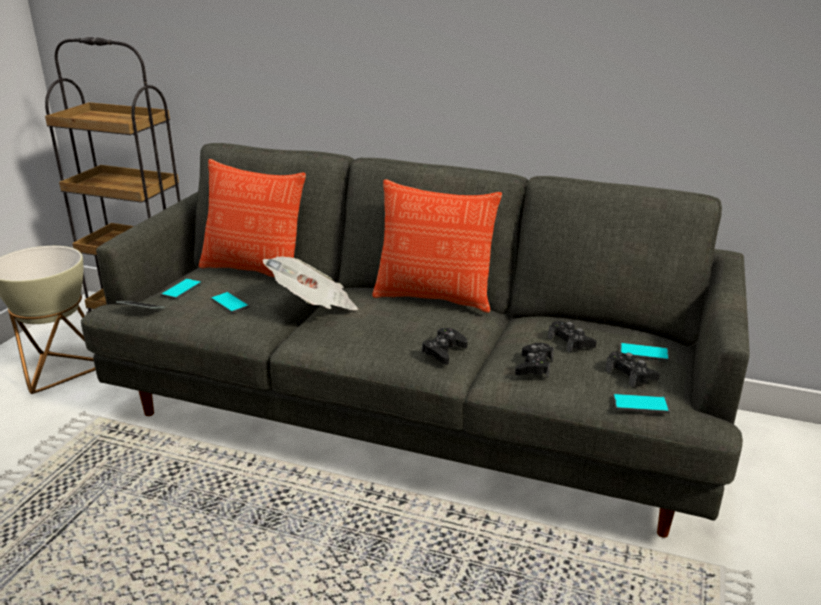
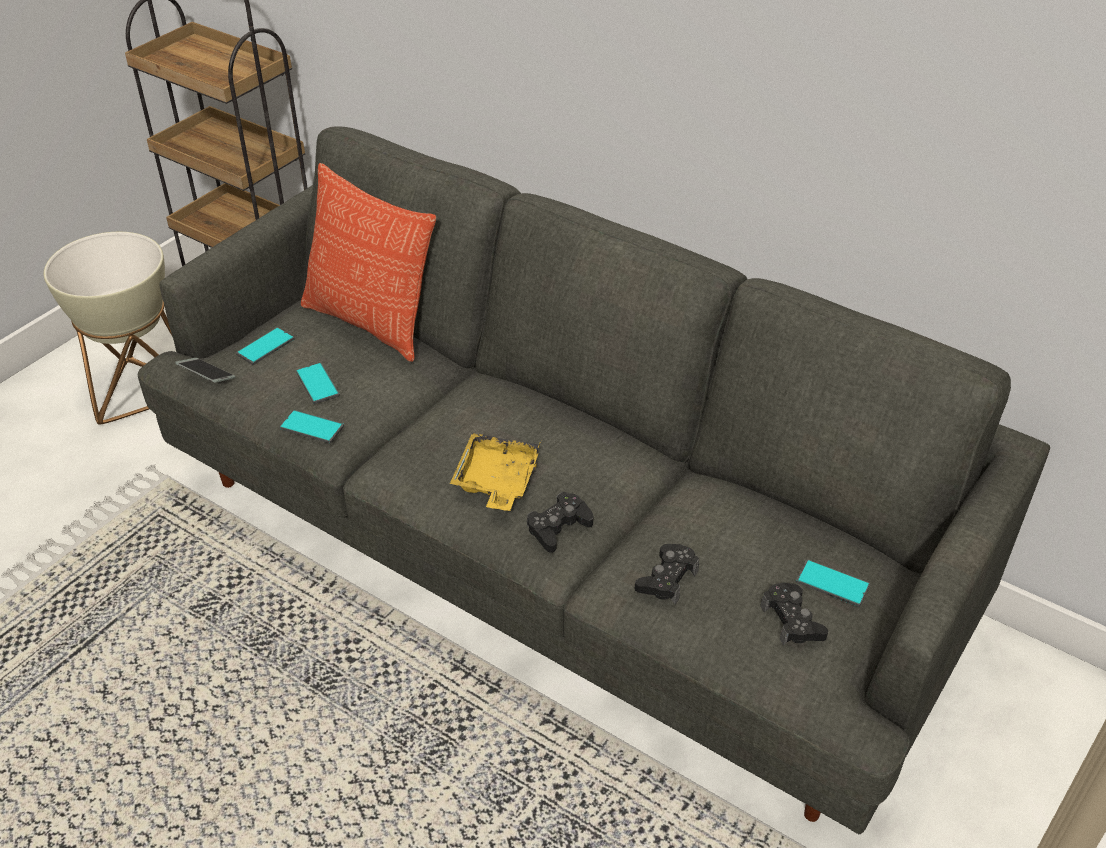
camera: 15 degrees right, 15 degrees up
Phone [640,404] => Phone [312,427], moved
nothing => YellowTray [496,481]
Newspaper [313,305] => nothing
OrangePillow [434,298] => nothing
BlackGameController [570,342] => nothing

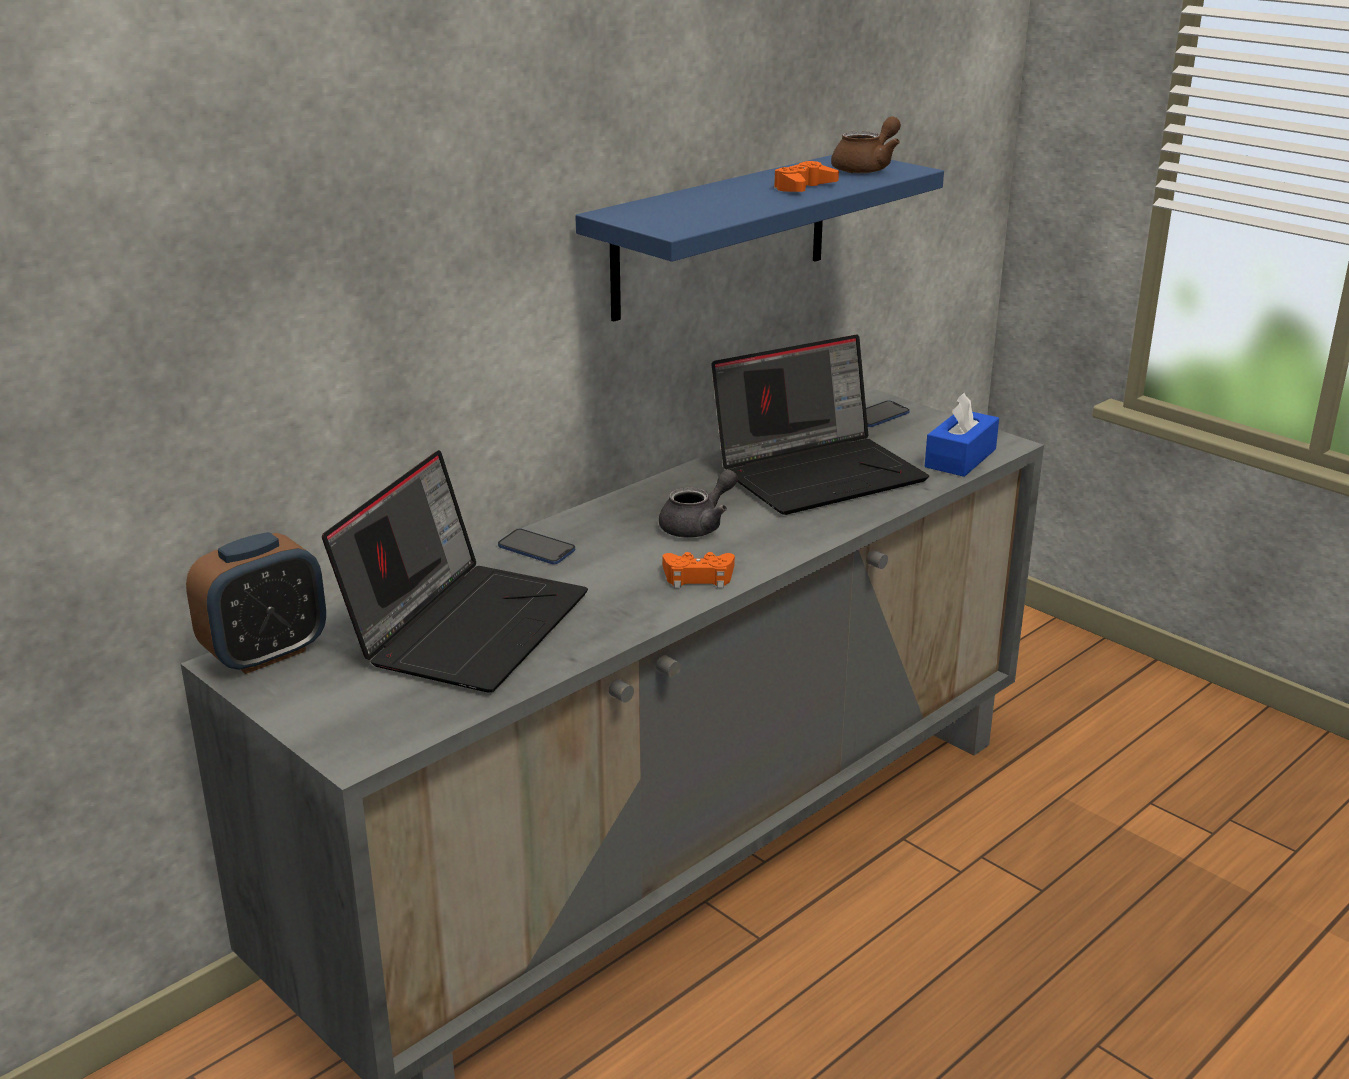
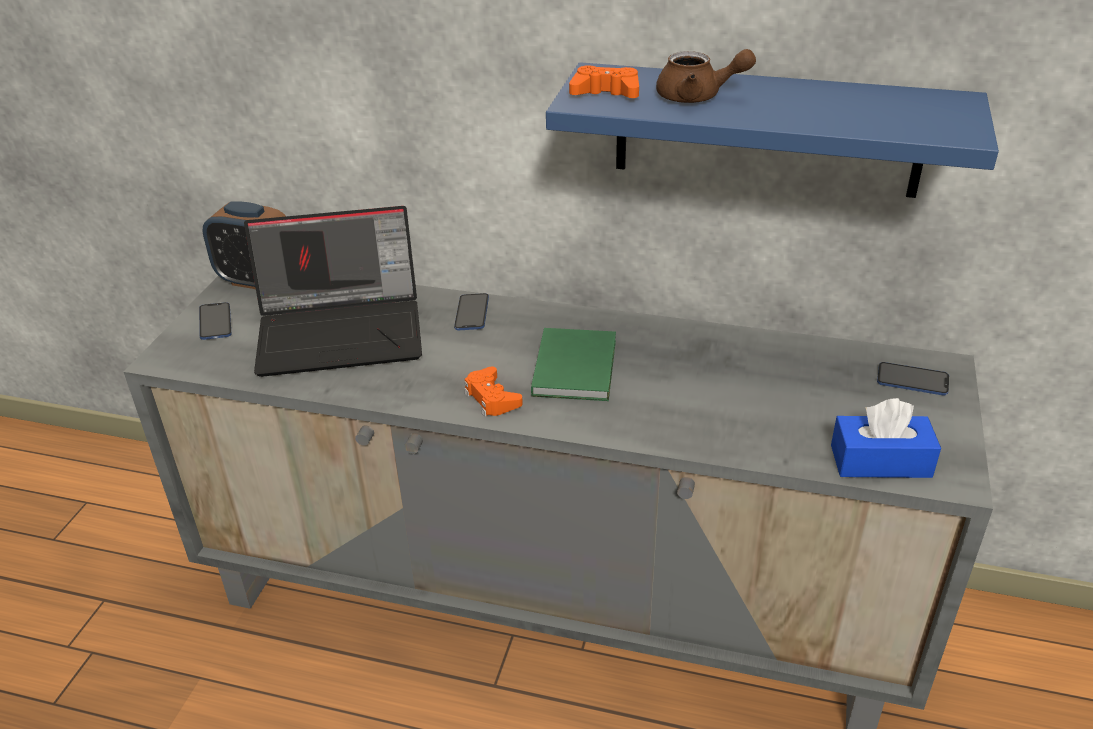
camera: 60 degrees right, 10 degrees up
nothing => Phone [215,322]
GreyTeapot [698,526] => GreenBook [577,366]
OrangeGameController [803,187] => OrangeGameController [606,92], moved
BrownTeapot [866,168] => BrownTeapot [697,97], moved
Laptop [819,472] => nothing

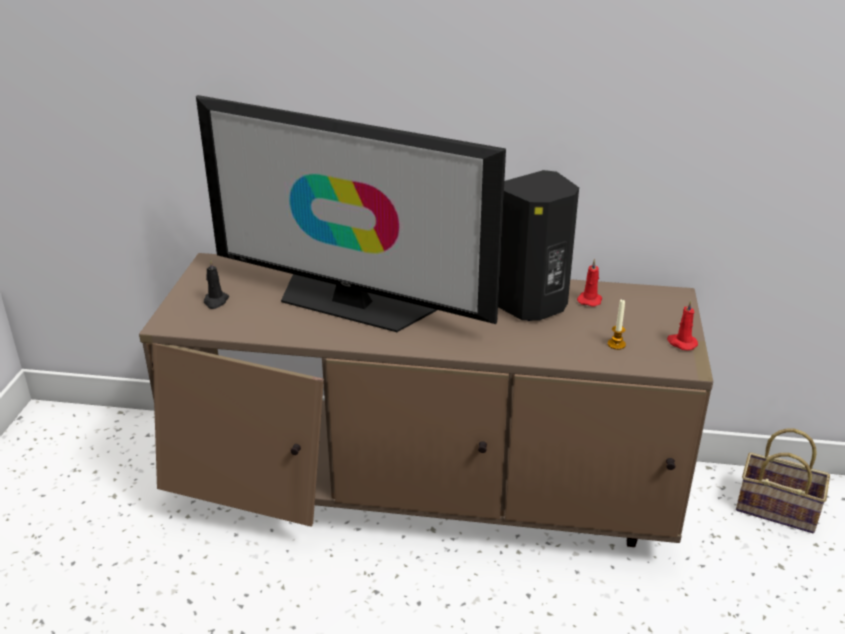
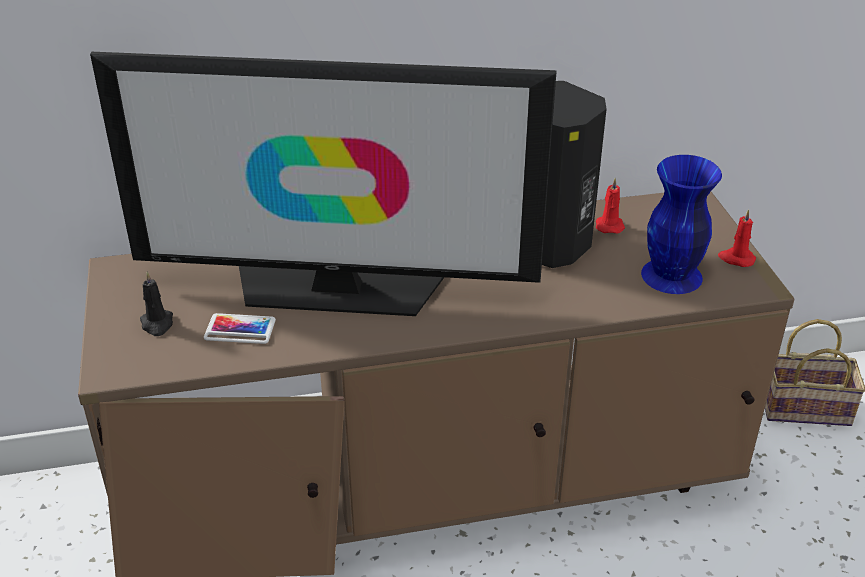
camera: 20 degrees left, 5 degrees up
nothing => Phone [240,329]
Candle [616,344] => BlueVase [670,276]

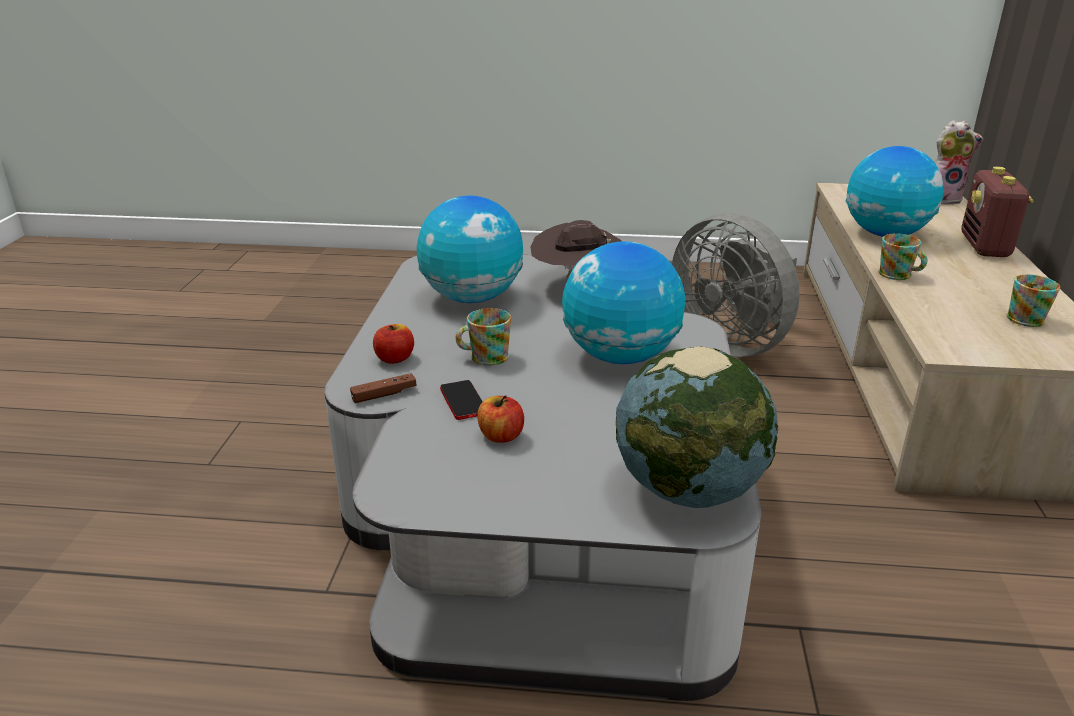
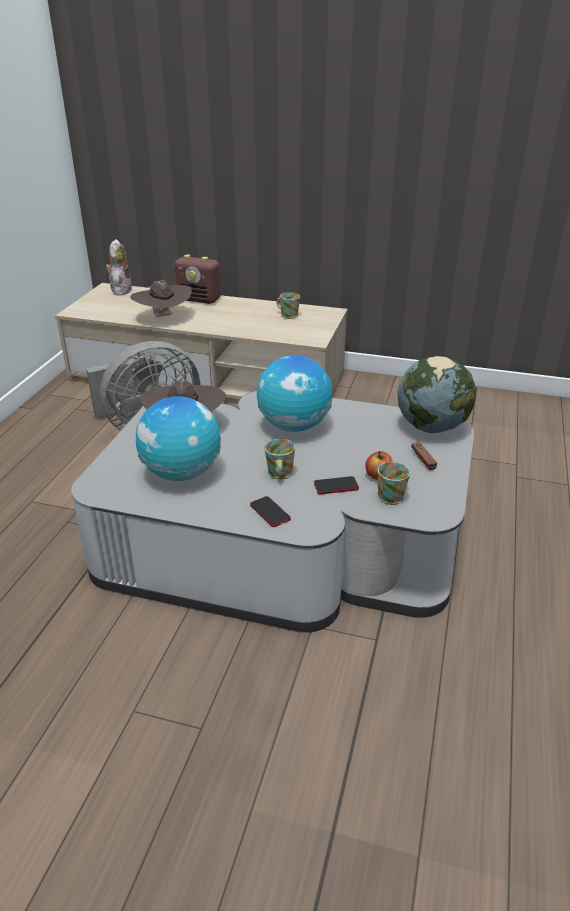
camera: 80 degrees left, 5 degrees up
Globe [885,234] => BrownHat [163,318]
Apple [394,358] => Phone [270,512]
Mug [899,275] => Mug [393,495], moved
BrownGameController [384,394] => BrownGameController [423,459], moved

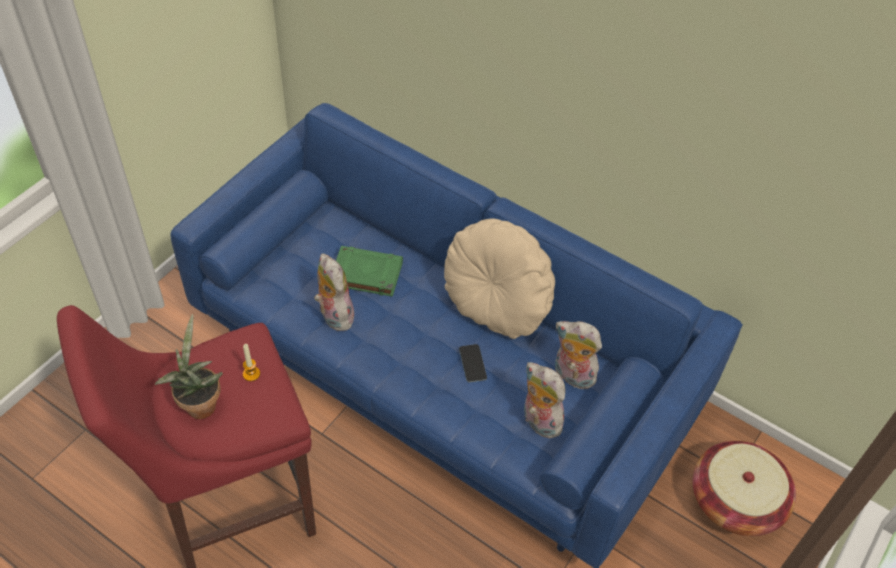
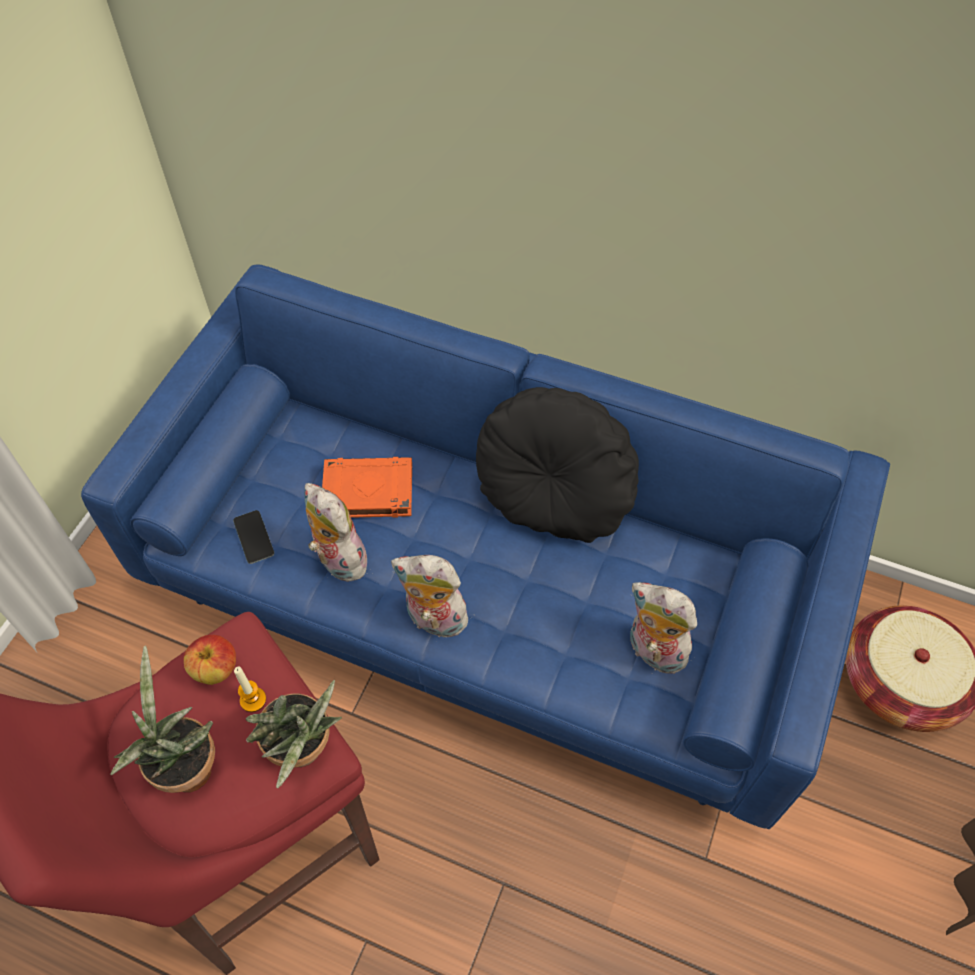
camera: 10 degrees left, 5 degrees up
nothing => Apple [216,669]
Phone [472,363] => Phone [253,537], moved
nothing => PottedPlant [304,753]
GreenBook [366,274] => OrangeBook [367,491]
PlushToy [571,376] => PlushToy [433,620], moved
BeigePillow [495,311] => BlackPillow [552,507]

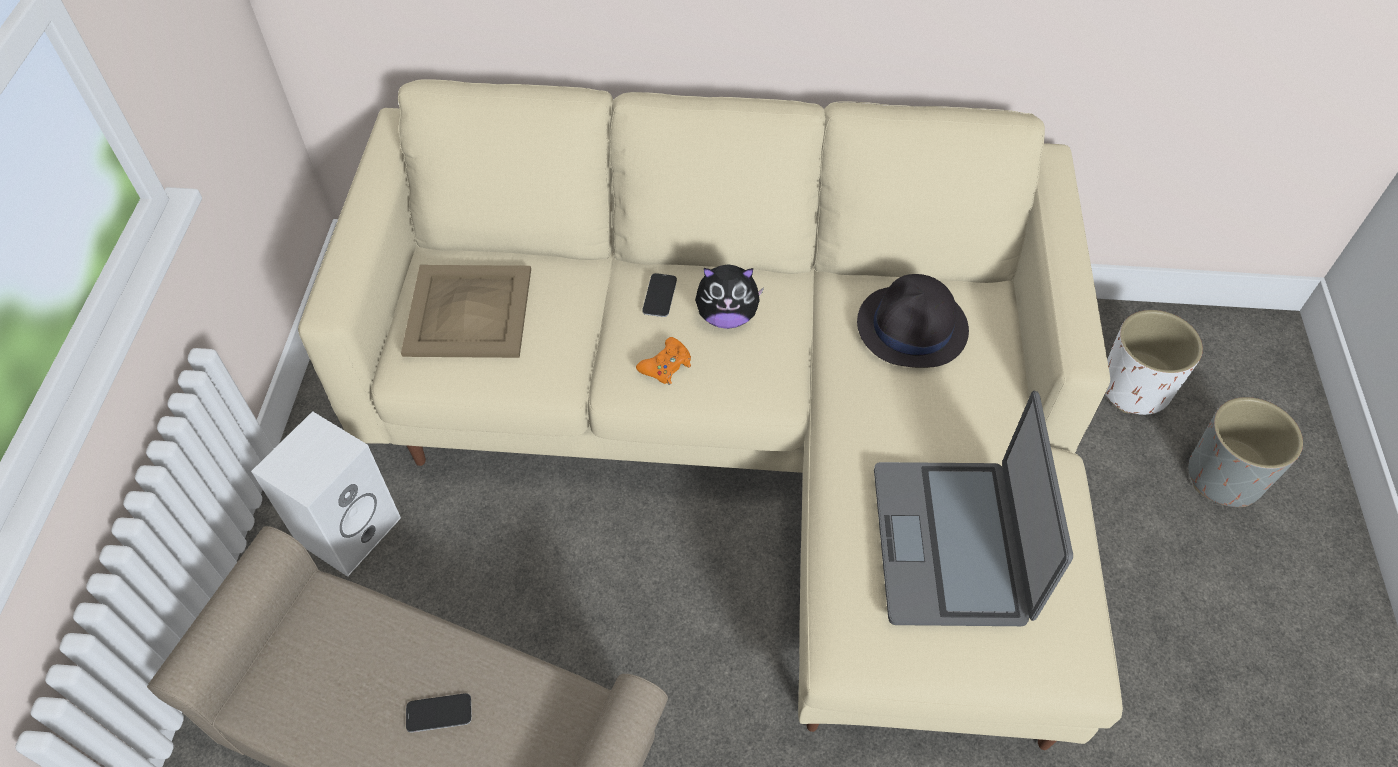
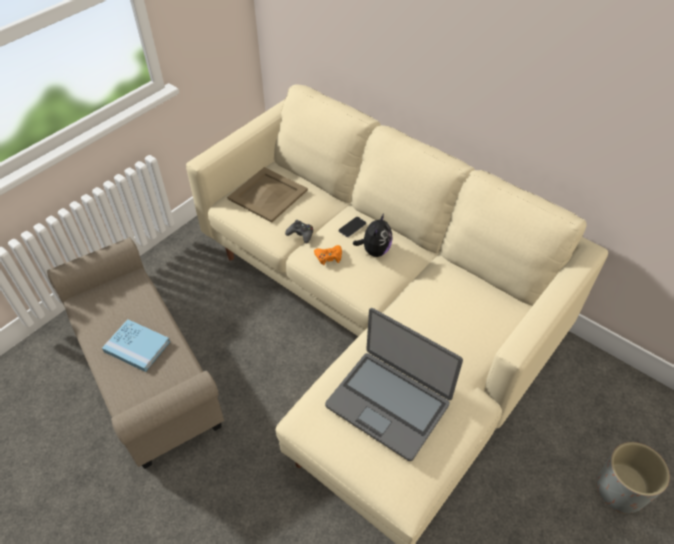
camera: 35 degrees right, 5 degrees down
Phone [439,713] => BlueBook [137,346]
nothing => BlackGameController [301,234]
Laptop [952,544] => Laptop [388,403], 90 degrees counterclockwise
PlushToy [727,316] => PlushToy [374,250], 105 degrees counterclockwise
WhiteSpeaker [349,527] => nothing
BlackHat [912,328] => nothing
WhitePlanter [1134,389] => nothing

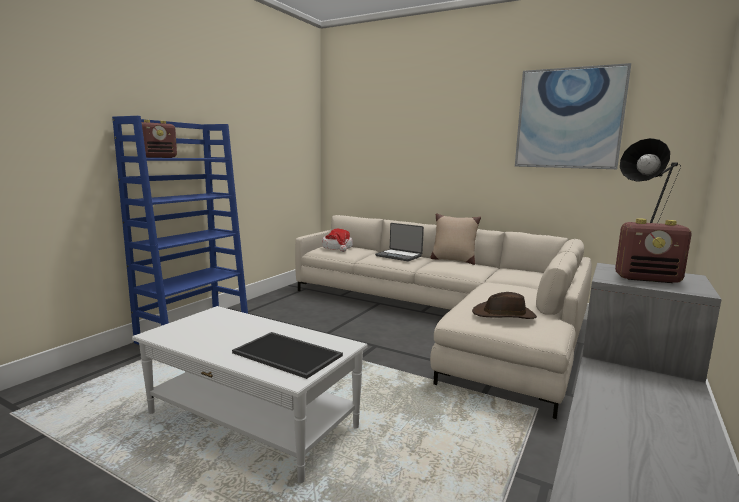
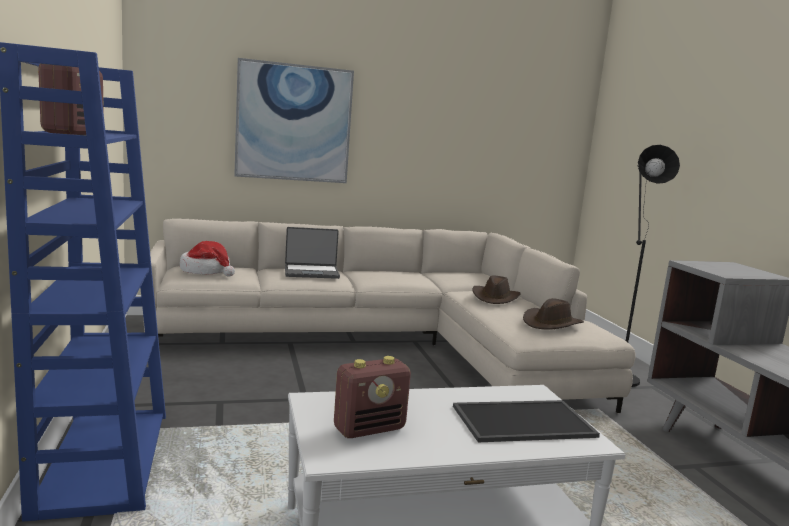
camera: 45 degrees left, 0 degrees up
Picture [569,119] => Picture [294,123], moved
Radio [648,279] => Radio [370,429], moved
nothing => BrownHat [495,298]
BeigePillow [453,260] => nothing

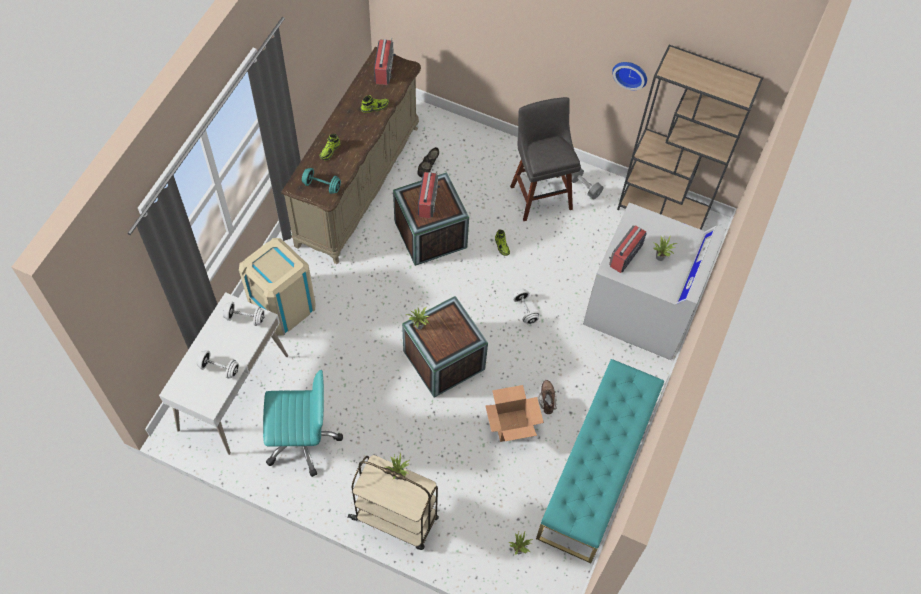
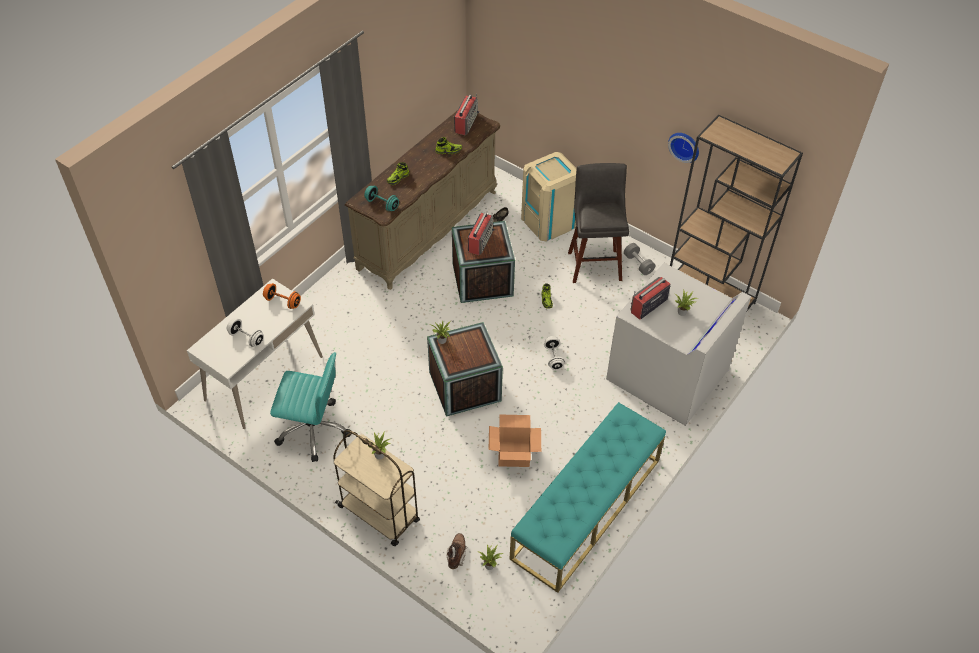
camera: 15 degrees right, 10 degrees down
WhiteDumbbell [245,318] => OrangeDumbbell [283,301]
BrownBoot [547,399] => BrownBoot [456,554], moved
BeigeTrashCan [283,306] => BeigeTrashCan [549,221], moved

